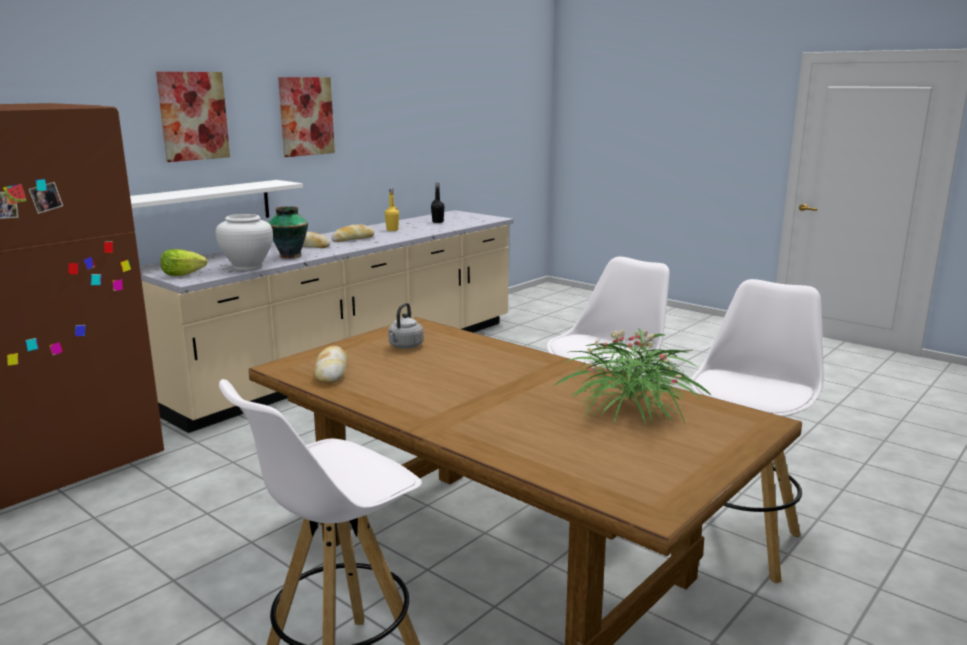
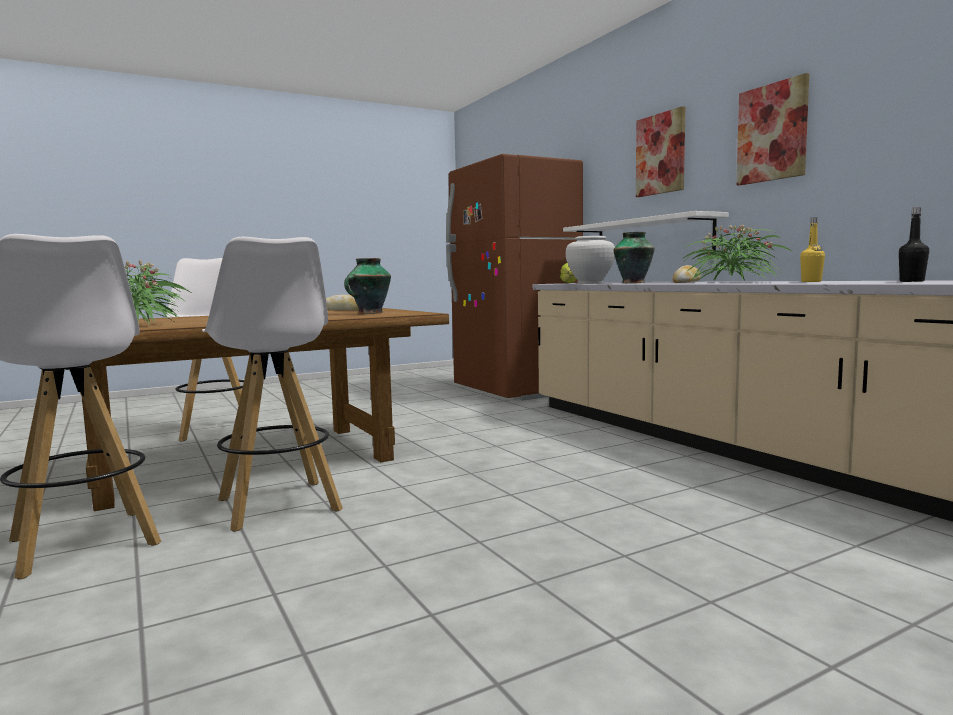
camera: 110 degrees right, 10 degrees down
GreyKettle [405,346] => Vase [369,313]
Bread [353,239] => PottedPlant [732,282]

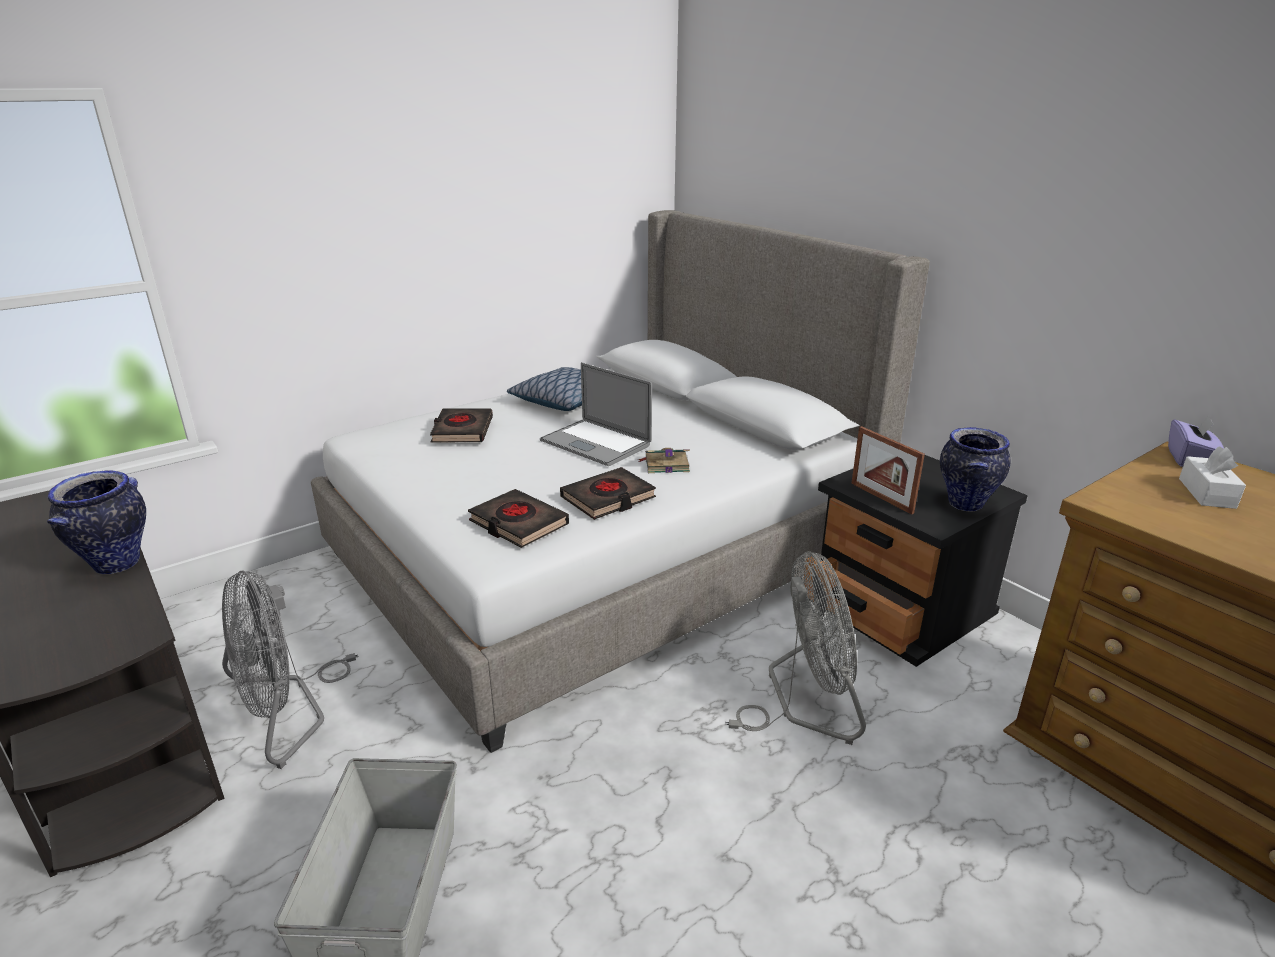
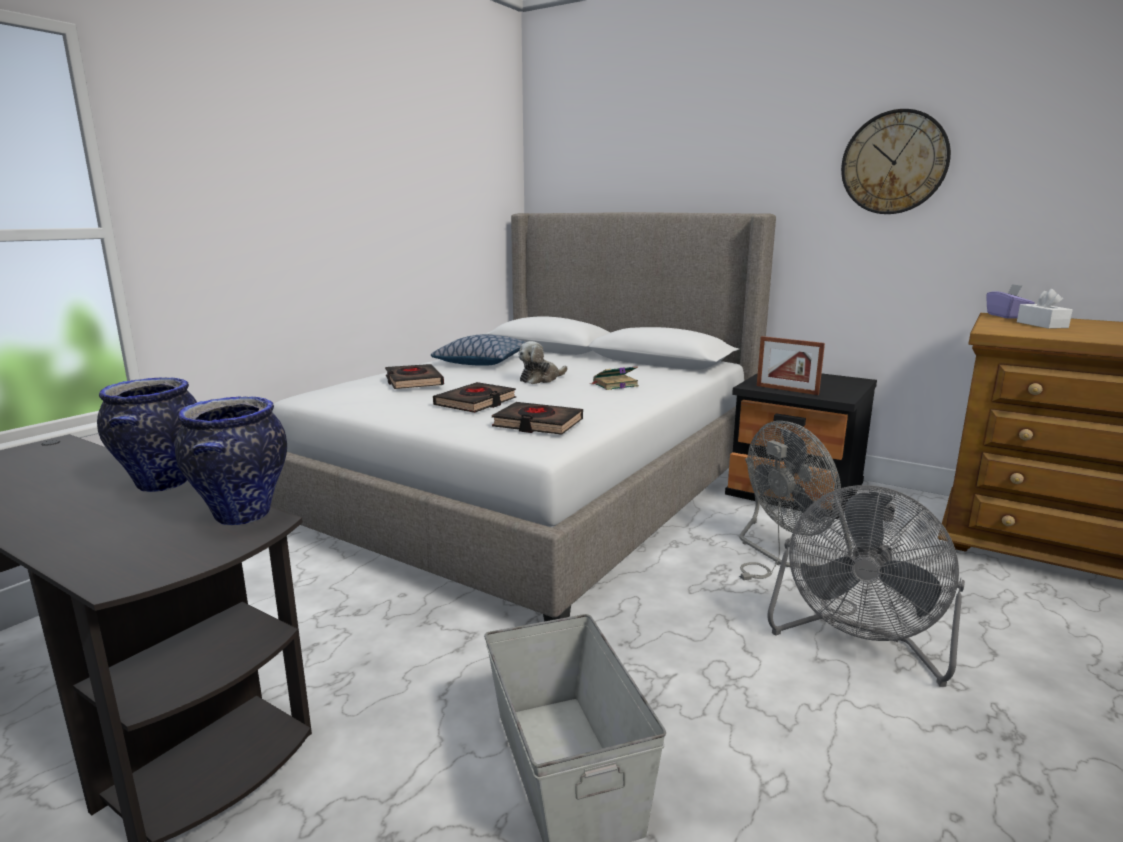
camera: 20 degrees left, 10 degrees down
Vase [965,505] => Vase [242,516], moved
BlackBook [608,498] => BlackBook [476,403], moved
Laptop [595,443] => PlushToy [541,379]
GreyFan [288,706] => GreyFan [853,639], moved
nothing => WallClock [894,162]

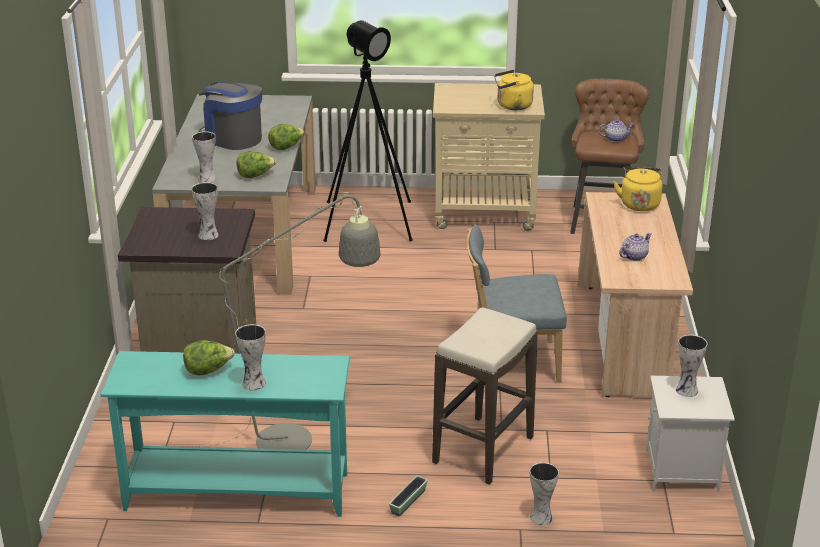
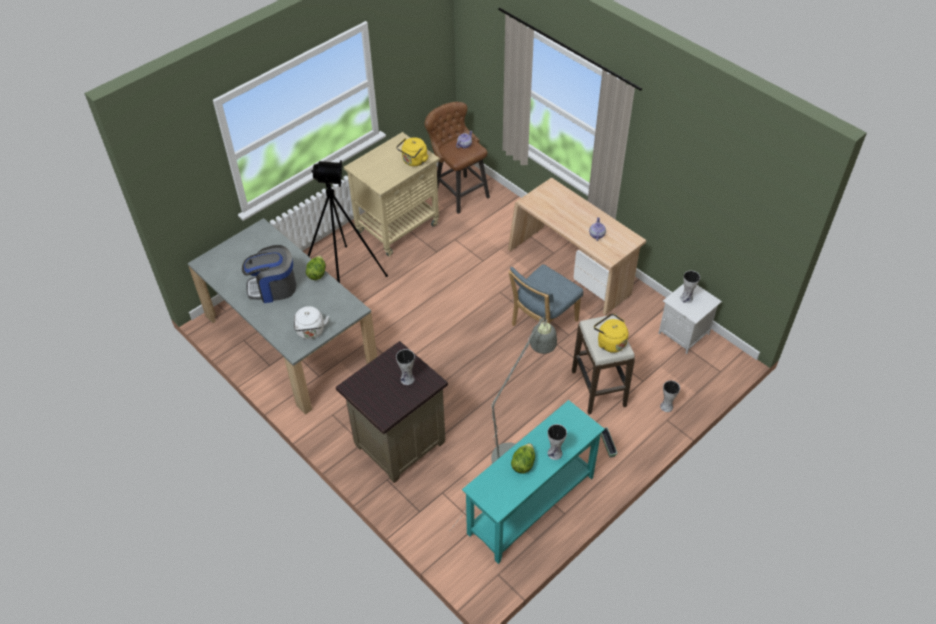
camera: 45 degrees left, 20 degrees up
Vase [206,179] => WhiteKettle [311,332]
YellowKettle [639,203] => YellowKettle [609,342], moved
Lettuce [255,176] => nothing

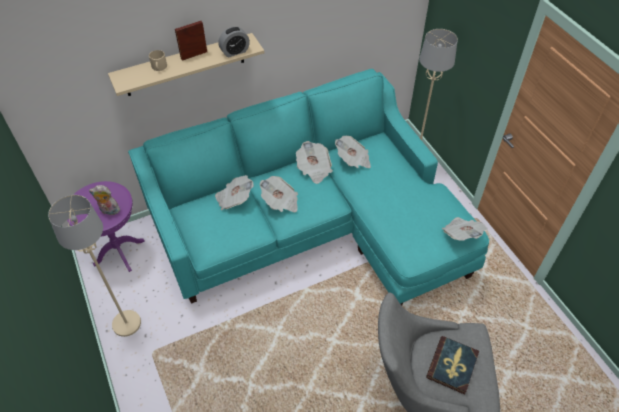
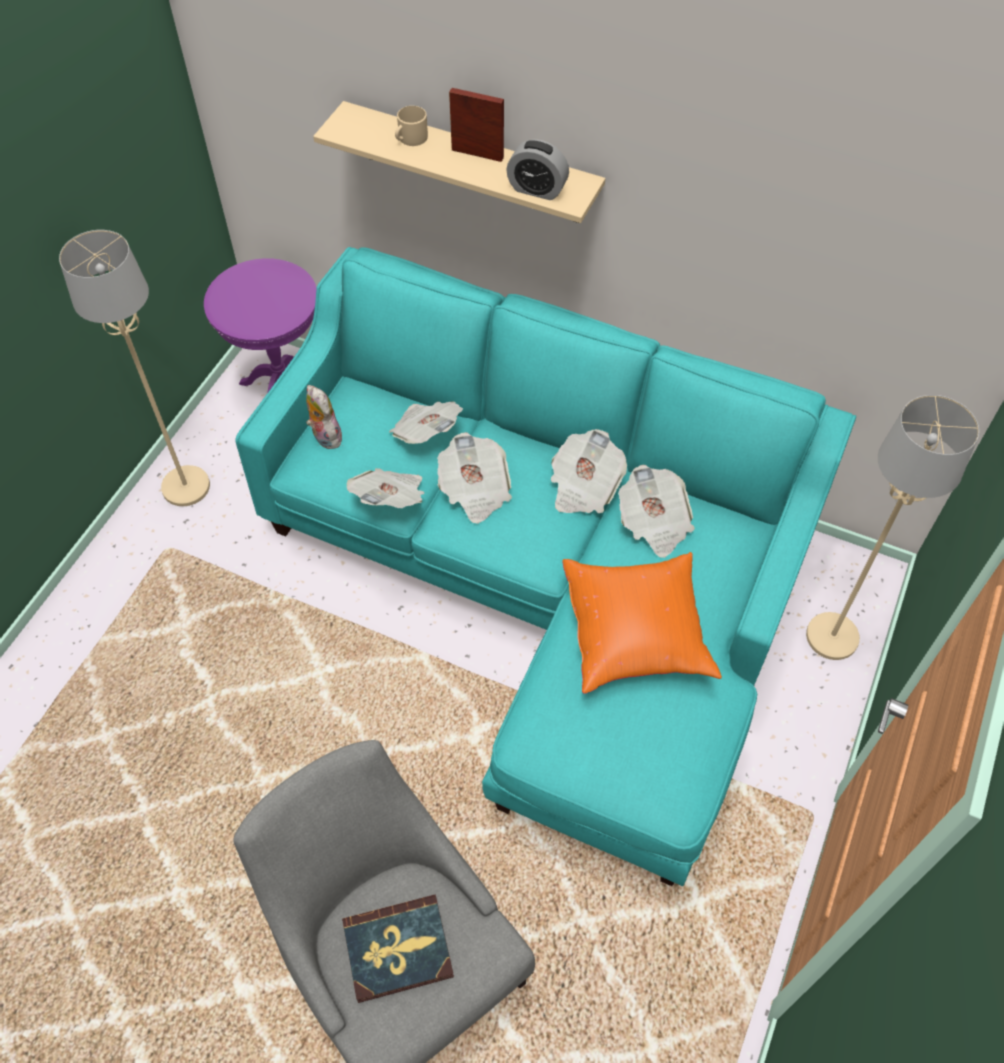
camera: 50 degrees right, 5 degrees up
PlushToy [109,211] => PlushToy [324,436], moved
Newspaper [461,234] => Newspaper [391,499], moved
nothing => OrangePillow [636,633]

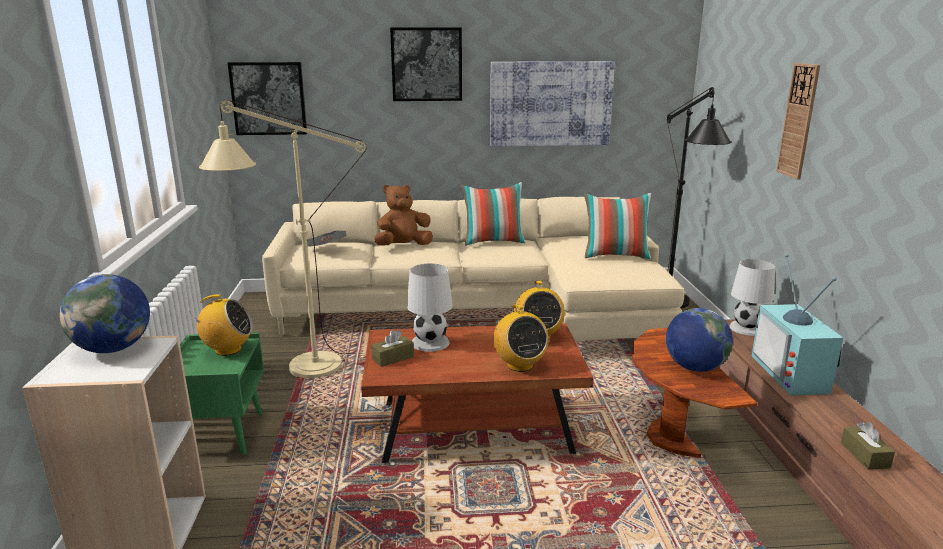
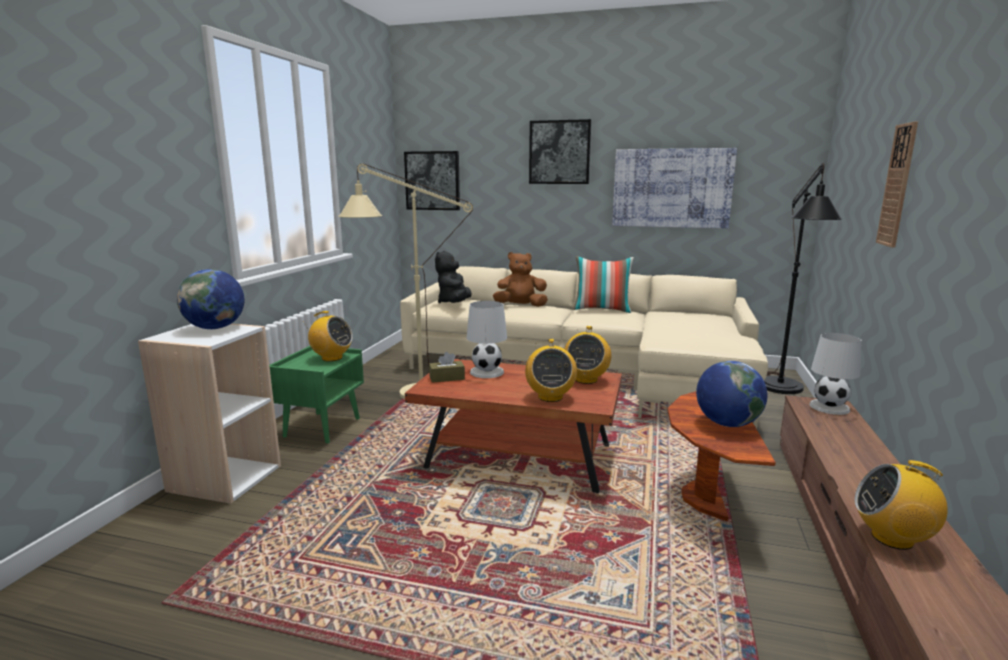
camera: 20 degrees right, 5 degrees down
Newspaper [325,250] => BlackPlushToy [454,303]
BrownTissueBox [864,455] => Radio [892,538]
Pillow [615,256] => nothing
Television [794,374] => nothing

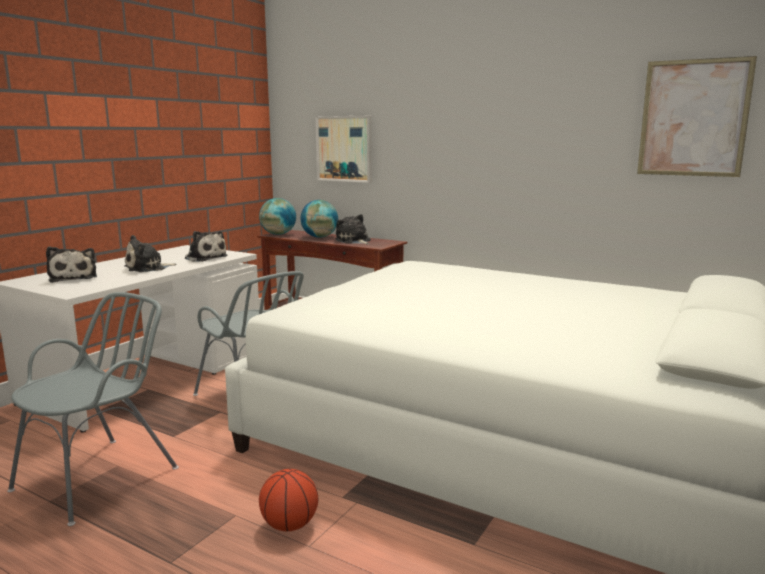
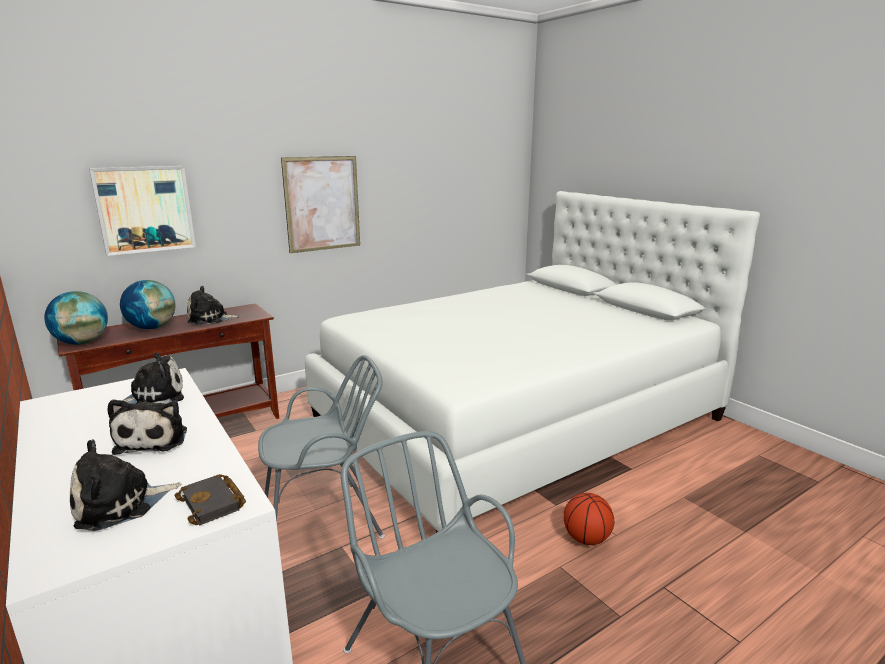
camera: 65 degrees left, 5 degrees up
PlushToy [73,278] => PlushToy [120,504], 150 degrees clockwise
nothing => BlackBook [214,503]
Picture [693,118] => Picture [322,204], moved

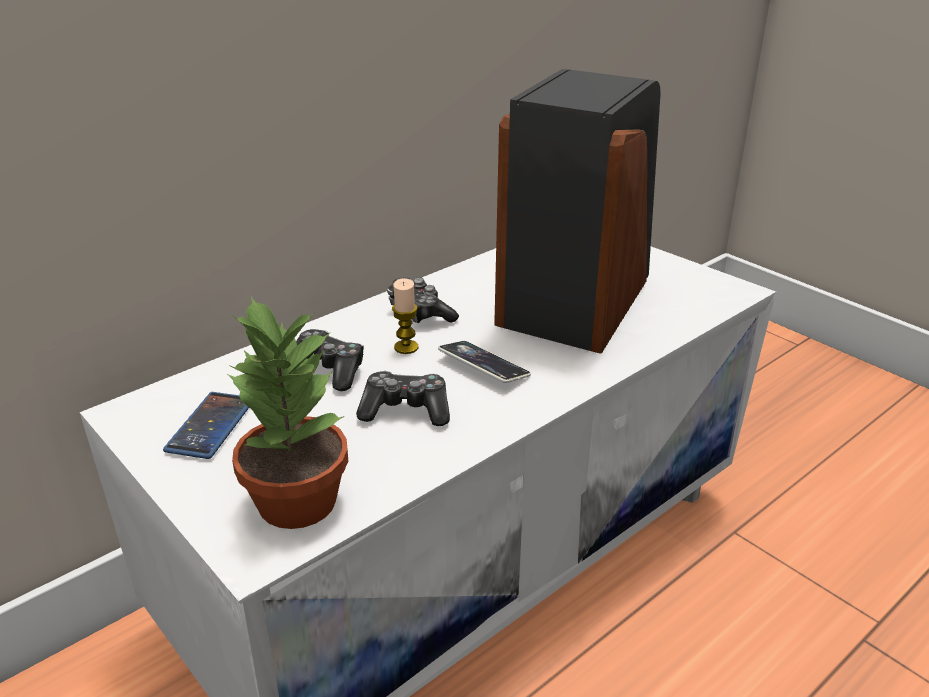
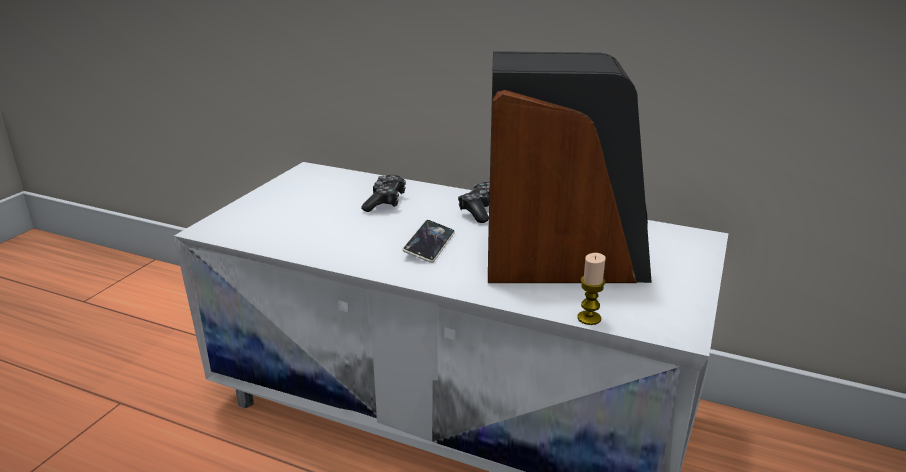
camera: 65 degrees right, 5 degrees down
Candle [406,347] => Candle [589,318], moved
Phone [210,426] => nothing
PottedPlant [295,501] => nothing
GameController [406,410] => nothing

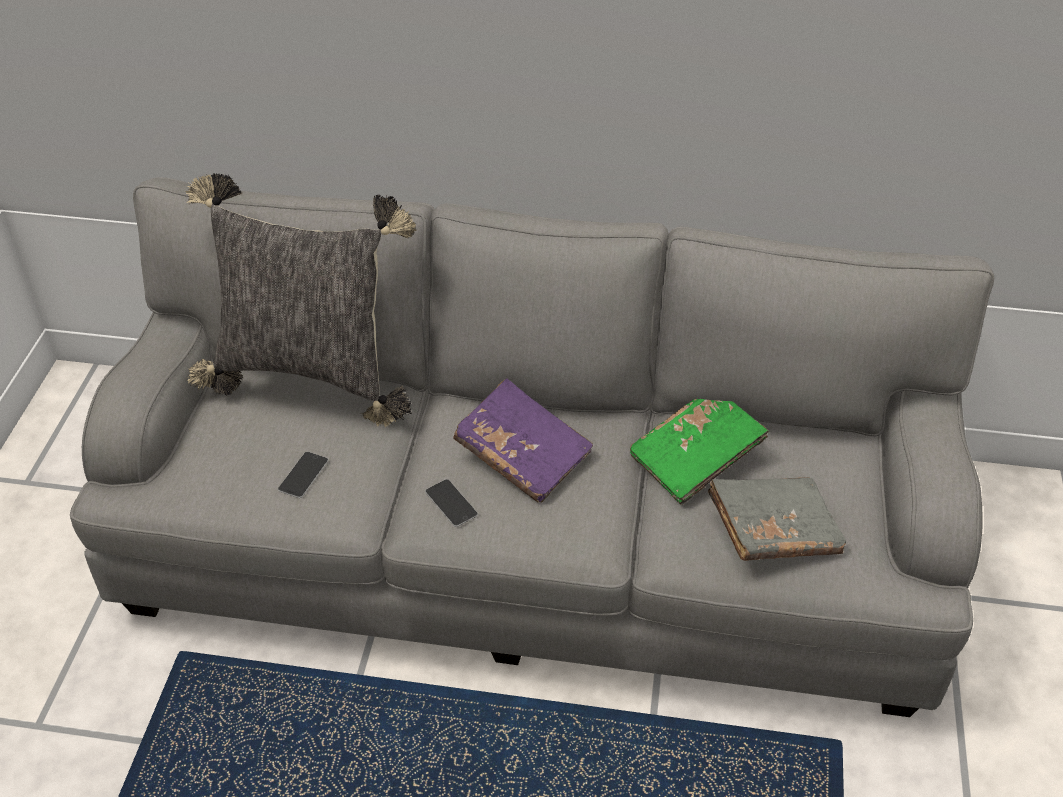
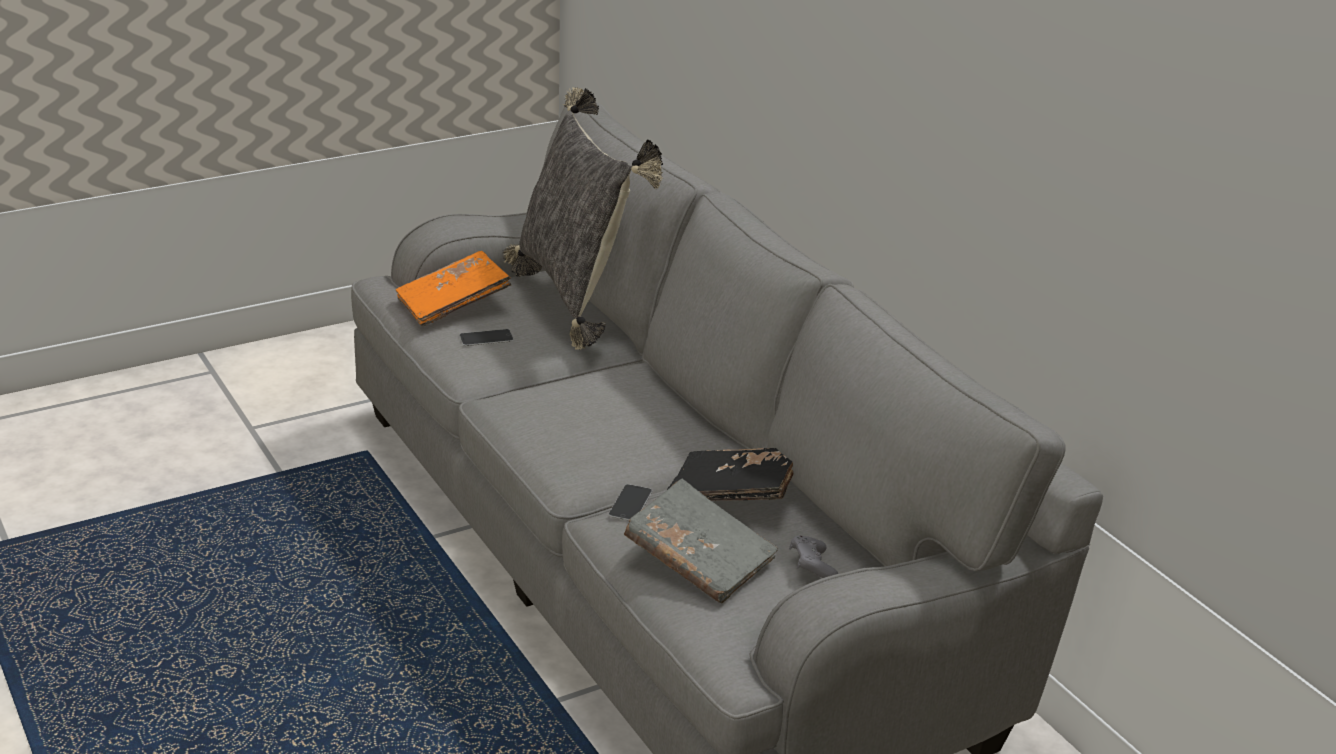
camera: 50 degrees right, 15 degrees down
nothing => OrangeBook [453,305]
Phone [451,503] => Phone [630,503], moved
GreenBook [696,458] => BlackBook [733,494]
nothing => GreyGameController [811,567]
PurpleBook [523,454] => nothing

